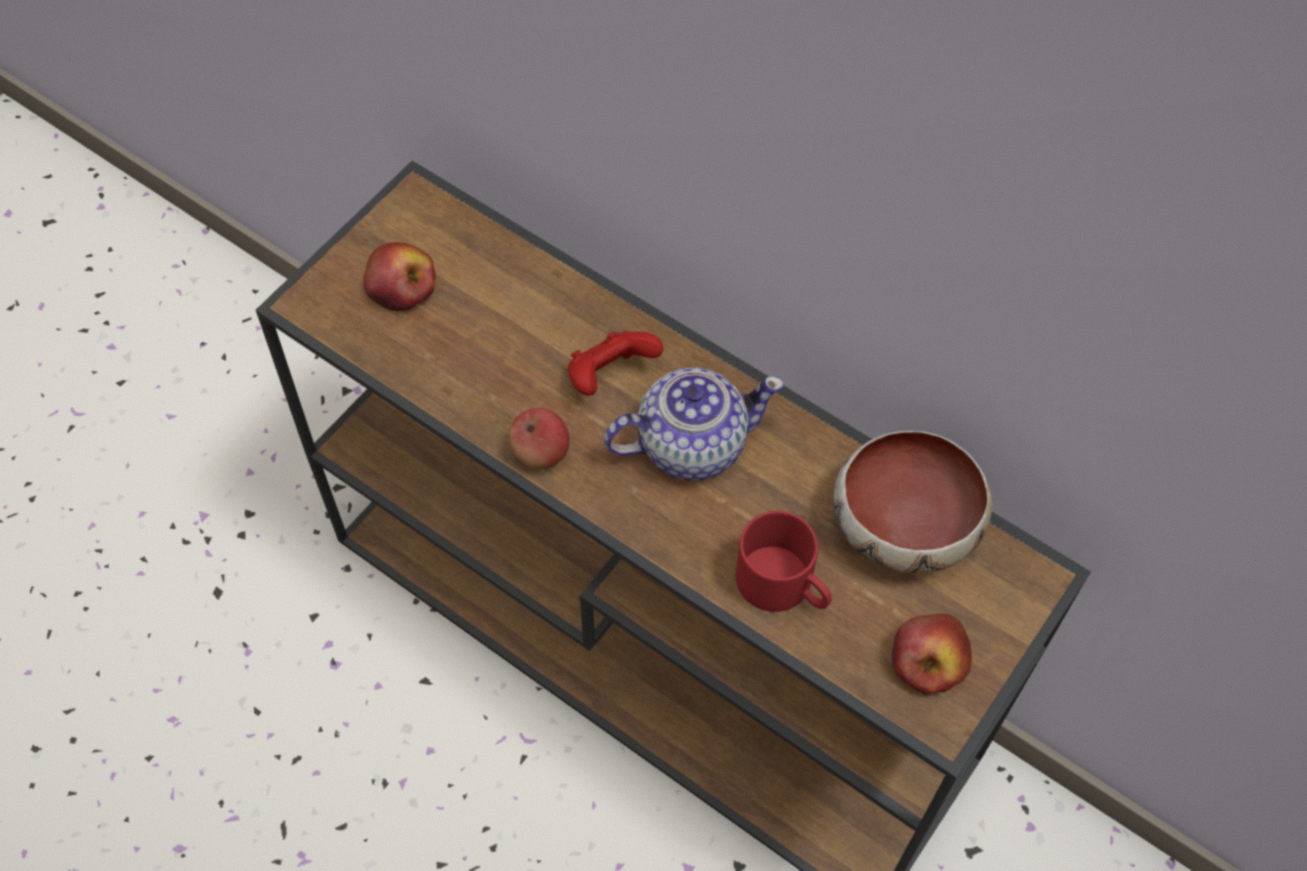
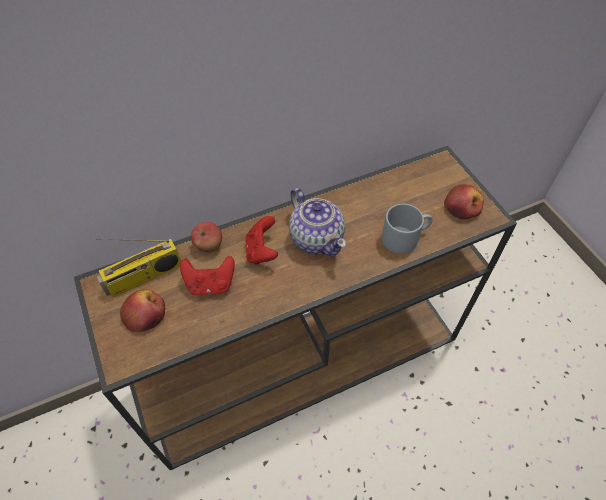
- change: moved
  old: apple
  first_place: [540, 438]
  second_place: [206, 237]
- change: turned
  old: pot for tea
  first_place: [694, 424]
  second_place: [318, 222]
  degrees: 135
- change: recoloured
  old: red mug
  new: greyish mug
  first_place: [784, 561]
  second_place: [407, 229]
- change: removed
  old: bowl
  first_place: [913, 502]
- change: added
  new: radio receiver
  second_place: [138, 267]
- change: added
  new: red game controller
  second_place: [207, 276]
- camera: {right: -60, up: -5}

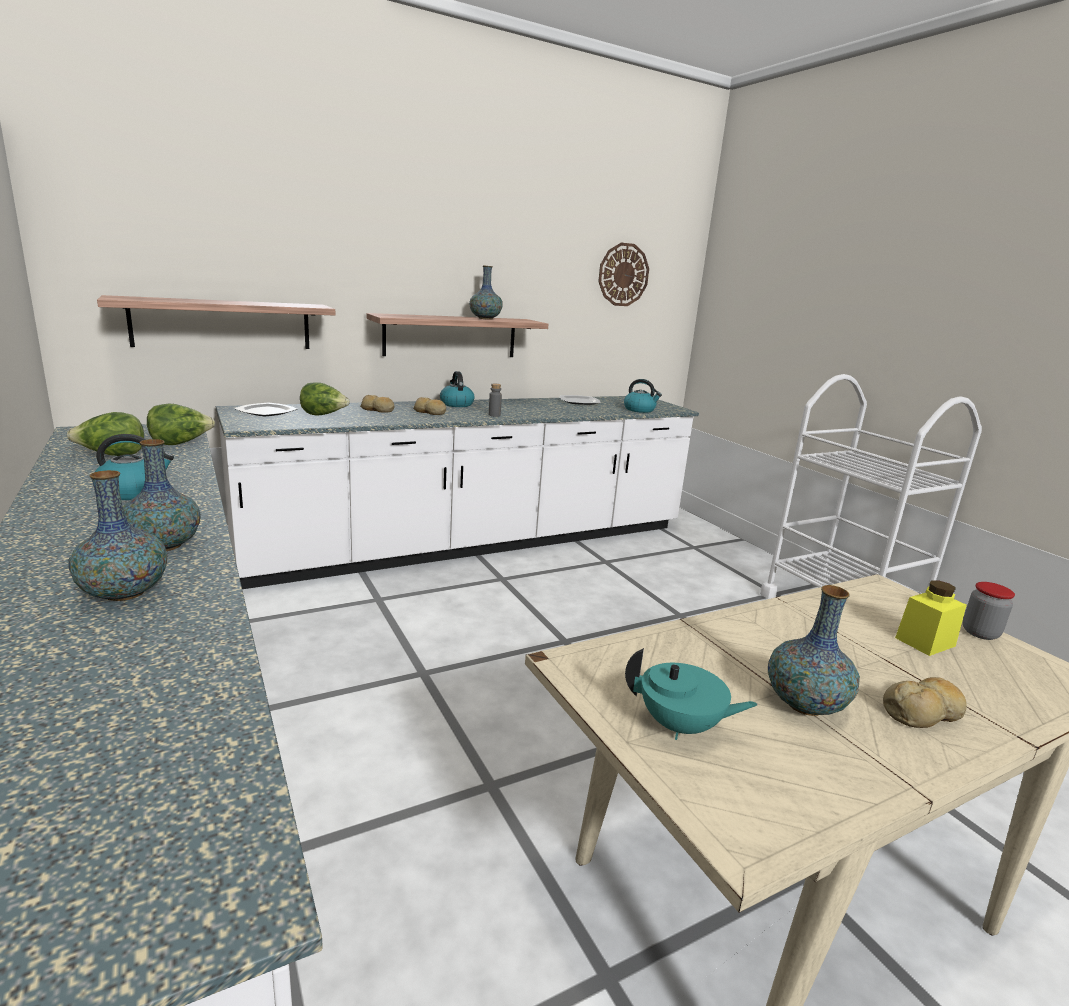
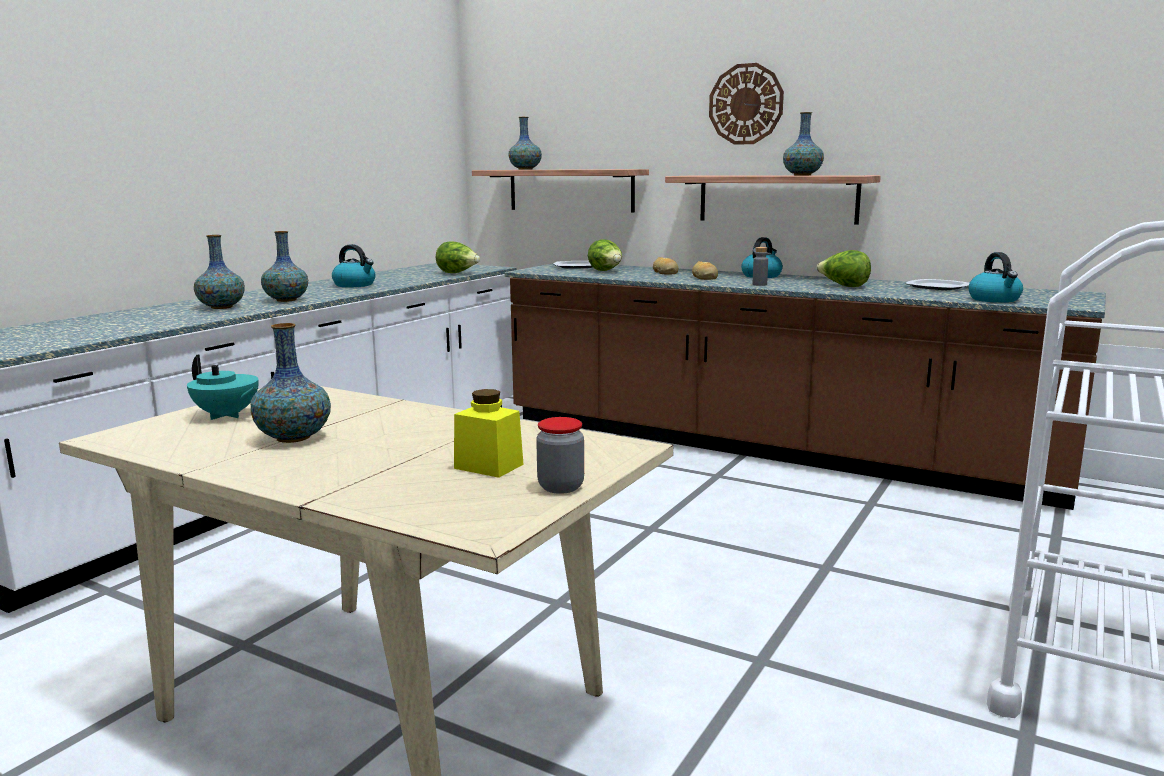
- change: moved
  old: lettuce head
  first_place: [105, 434]
  second_place: [844, 268]
- change: recoloured
  old: whitish kitchen counter
  new: brown-coloured kitchen counter
  first_place: [457, 492]
  second_place: [805, 386]
- change: moved
  old: hanging clock
  first_place: [623, 274]
  second_place: [746, 104]
- change: turned
  old: turquoise pot for tea
  first_place: [691, 694]
  second_place: [223, 387]
  degrees: -45
- change: removed
  old: baked bread
  first_place: [925, 702]
- change: added
  new: decorative vase
  second_place: [525, 143]
- camera: {right: 60, up: -5}

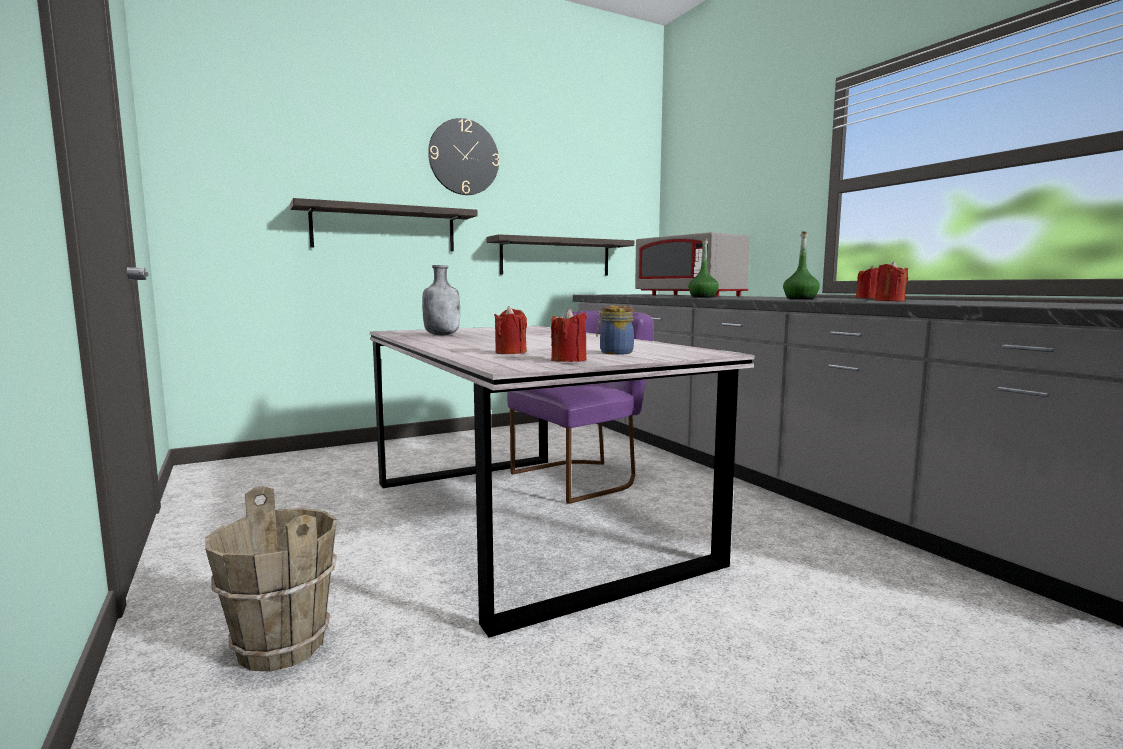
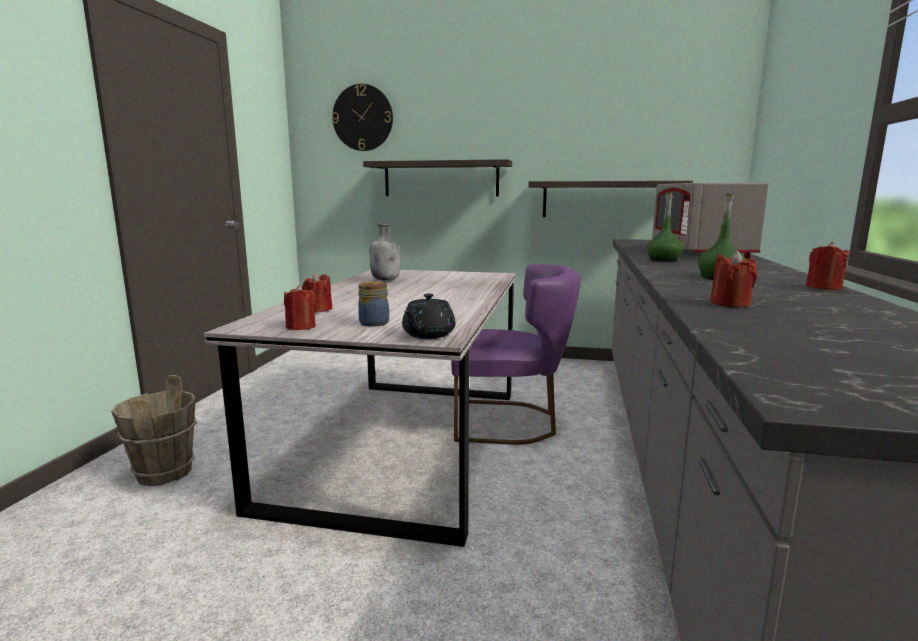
- change: moved
  old: hanging clock
  first_place: [463, 156]
  second_place: [362, 117]
- change: added
  new: black pot for tea
  second_place: [428, 316]
- camera: {right: 40, up: 5}

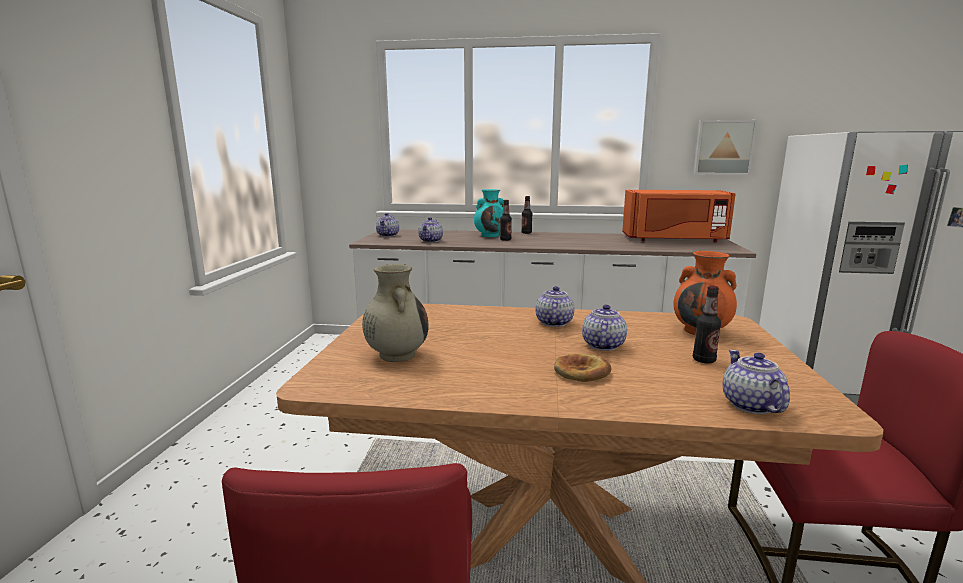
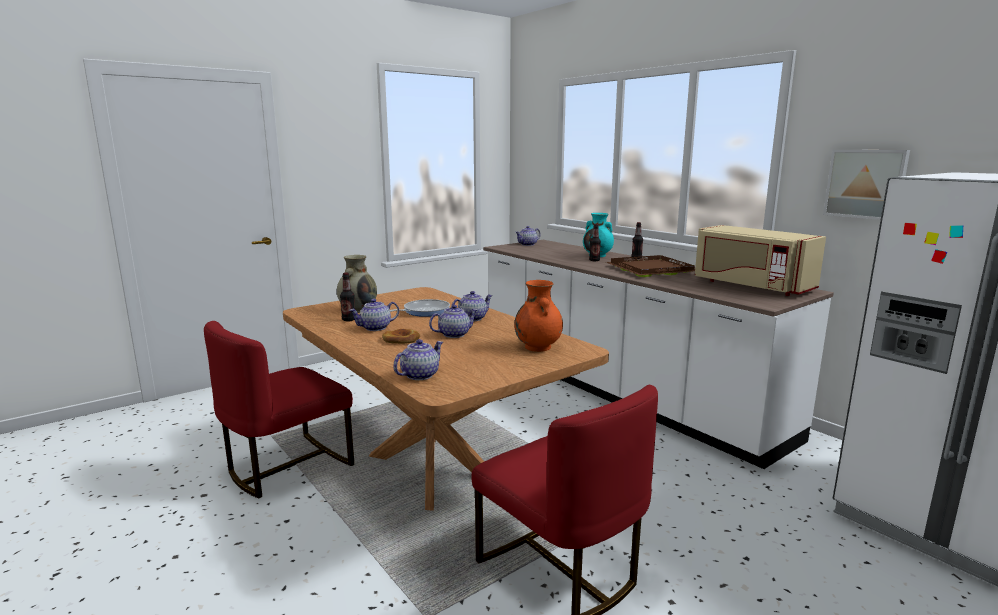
- change: moved
  old: pot for tea
  first_place: [430, 229]
  second_place: [374, 315]
- change: recoloured
  old: orangey kitchen microwave
  new: beige-coloured kitchen microwave
  first_place: [679, 216]
  second_place: [760, 260]
- change: moved
  old: beverage bottle
  first_place: [707, 324]
  second_place: [347, 297]
- change: added
  new: frying pan
  second_place: [420, 308]
- change: added
  new: brown-coloured serving tray
  second_place: [650, 266]
- camera: {right: 45, up: 0}

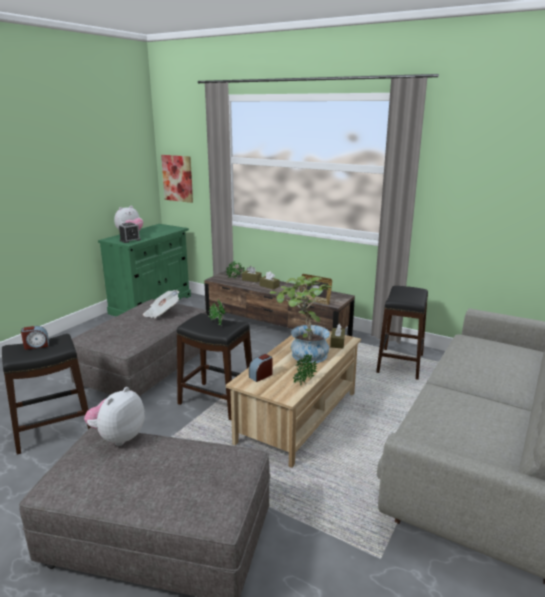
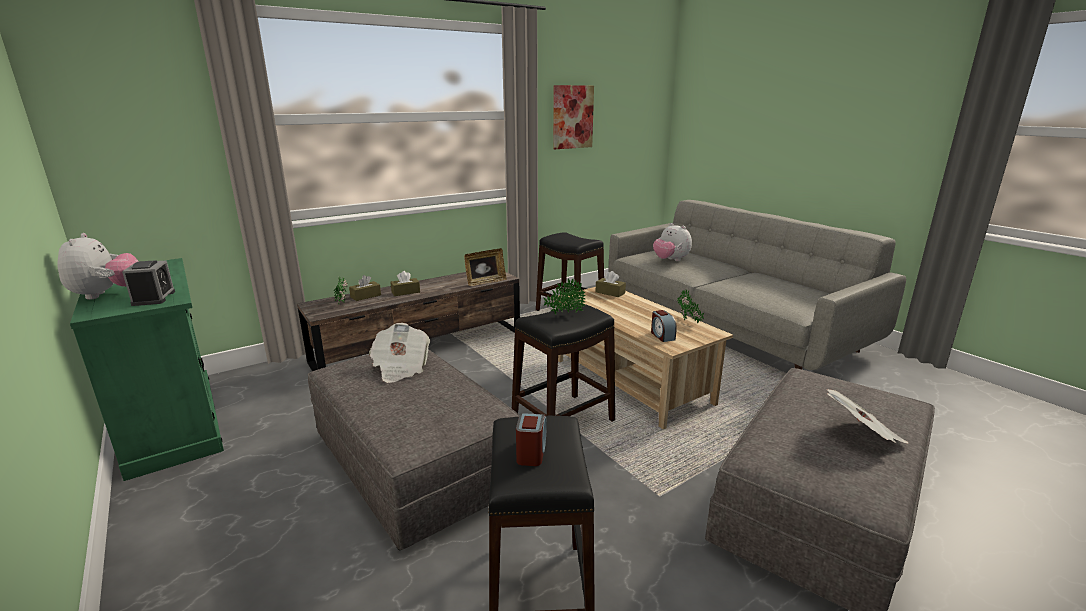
- change: moved
  old: plush toy
  first_place: [114, 416]
  second_place: [672, 242]
- change: moved
  old: wall picture
  first_place: [177, 179]
  second_place: [573, 117]
- change: removed
  old: potted plant
  first_place: [301, 319]
- change: added
  new: daily paper
  second_place: [867, 416]
- camera: {right: -65, up: 0}

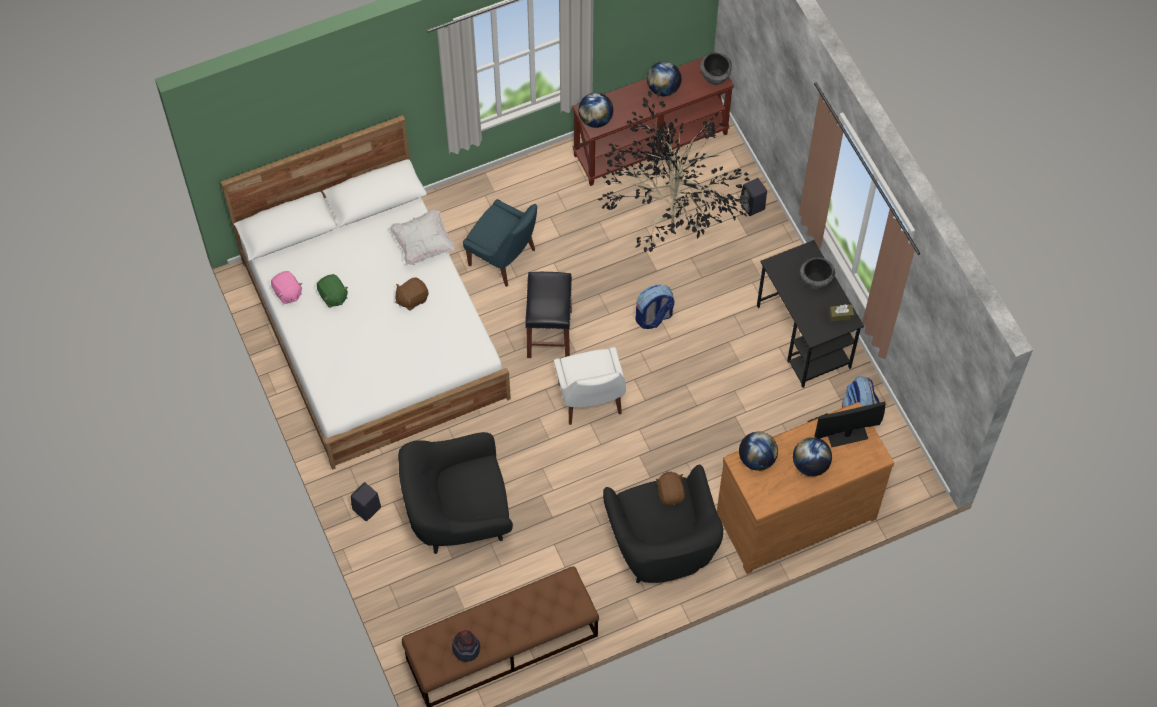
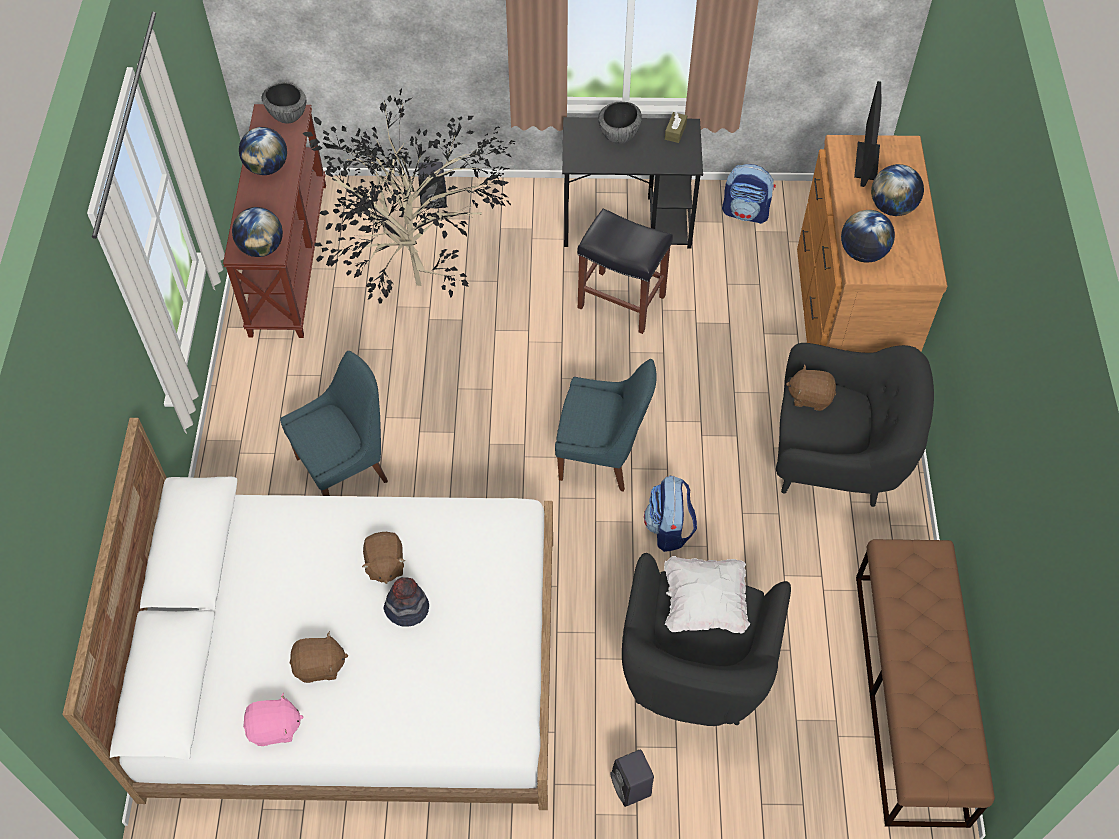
- change: recoloured
  old: green-coloured plush toy
  new: brown-coloured plush toy
  first_place: [332, 291]
  second_place: [319, 657]
- change: moved
  old: whitish pillow
  first_place: [422, 237]
  second_place: [707, 595]
- change: moved
  old: hat
  first_place: [466, 646]
  second_place: [406, 602]
- change: moved
  old: black stool seat
  first_place: [548, 315]
  second_place: [625, 271]
- change: recoloured
  old: whitish upright chair
  new: blue-coloured upright chair
  first_place: [590, 386]
  second_place: [606, 425]
- change: moved
  old: rucksack
  first_place: [654, 307]
  second_place: [670, 514]
- camera: {right: -65, up: -5}

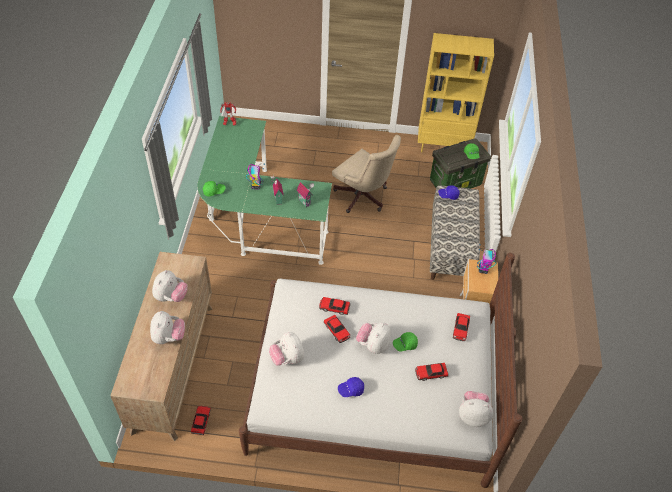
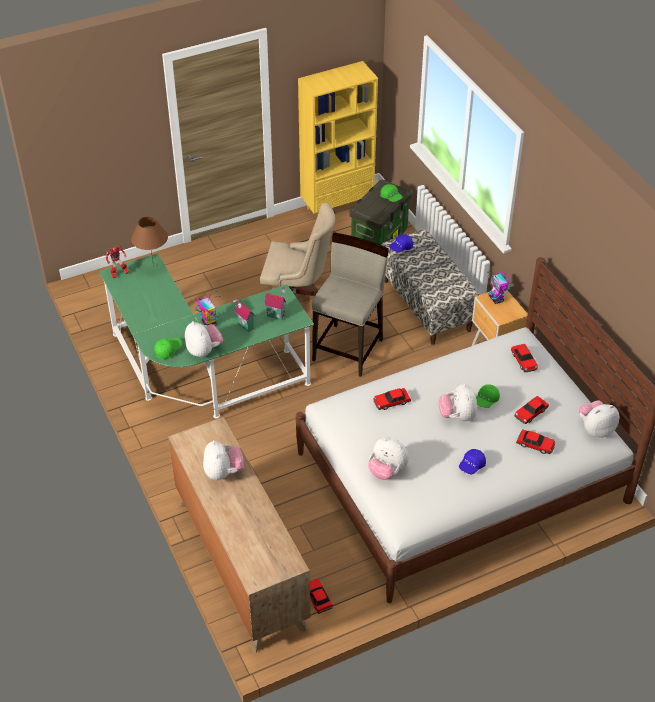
- change: moved
  old: plush toy
  first_place: [167, 327]
  second_place: [204, 339]
- change: moved
  old: model car
  first_place: [337, 329]
  second_place: [535, 442]
- change: added
  new: brown-coloured table lamp
  second_place: [149, 241]
- change: added
  new: beige-coloured stool seat
  second_place: [350, 304]
- camera: {right: -30, up: -5}

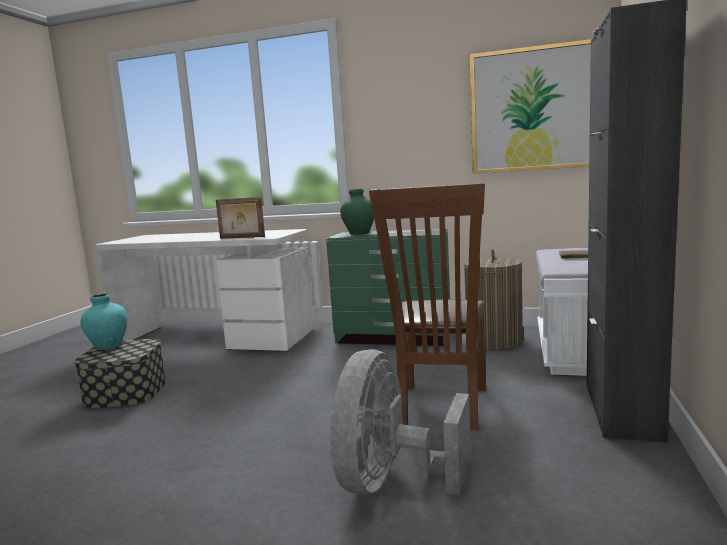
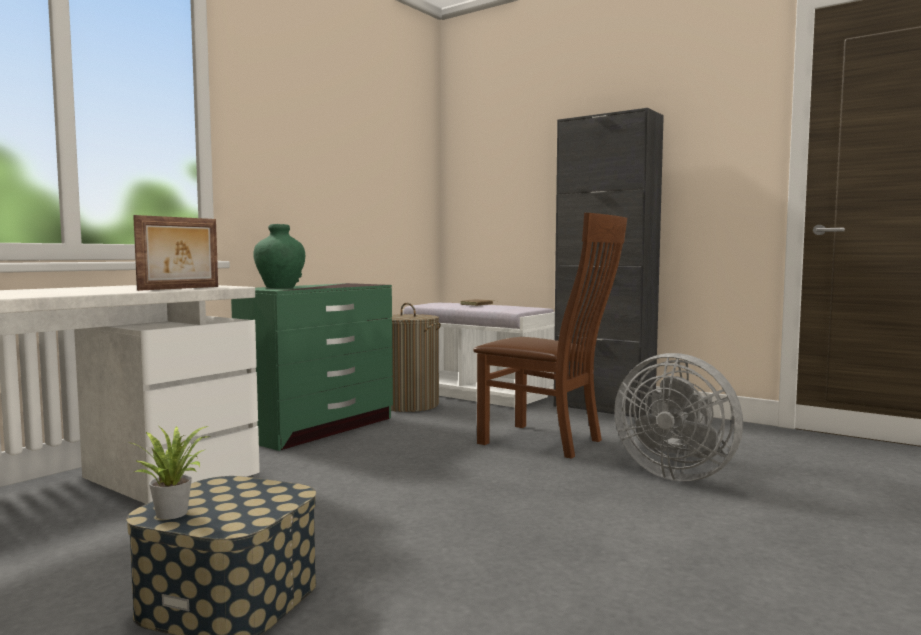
- change: replaced
  old: turquoise decorative vase
  new: potted plant
  first_place: [104, 322]
  second_place: [167, 473]
- change: removed
  old: wall picture
  first_place: [530, 106]
- camera: {right: -70, up: -5}

